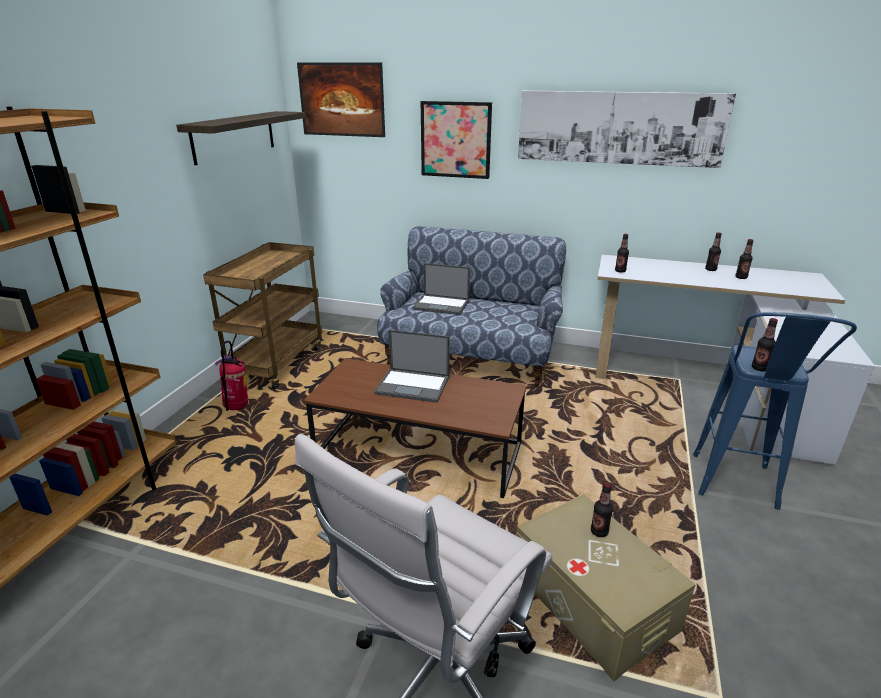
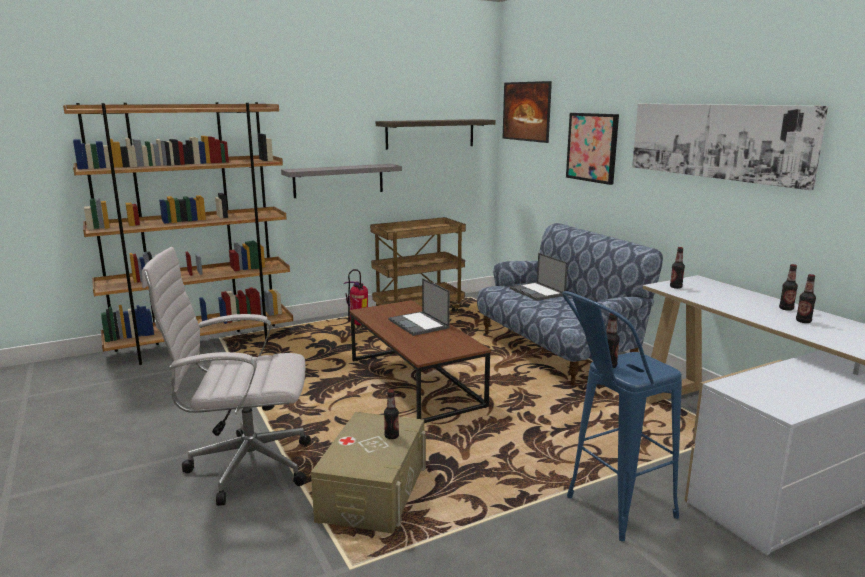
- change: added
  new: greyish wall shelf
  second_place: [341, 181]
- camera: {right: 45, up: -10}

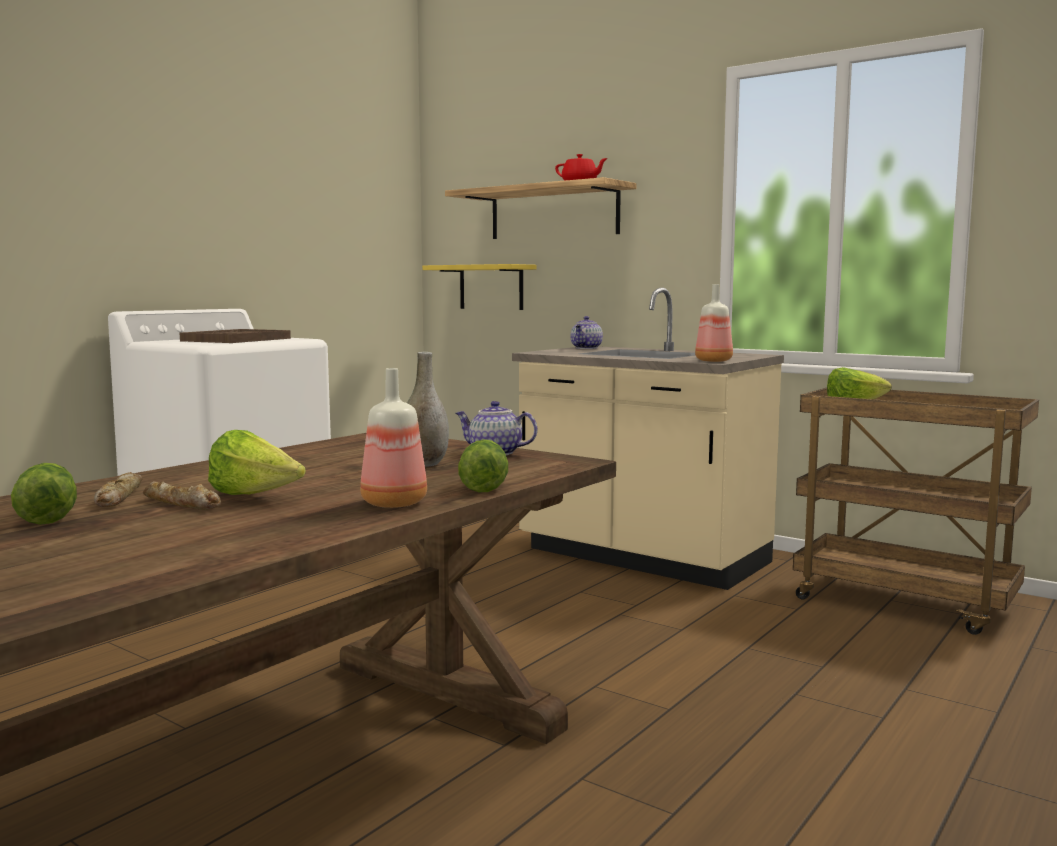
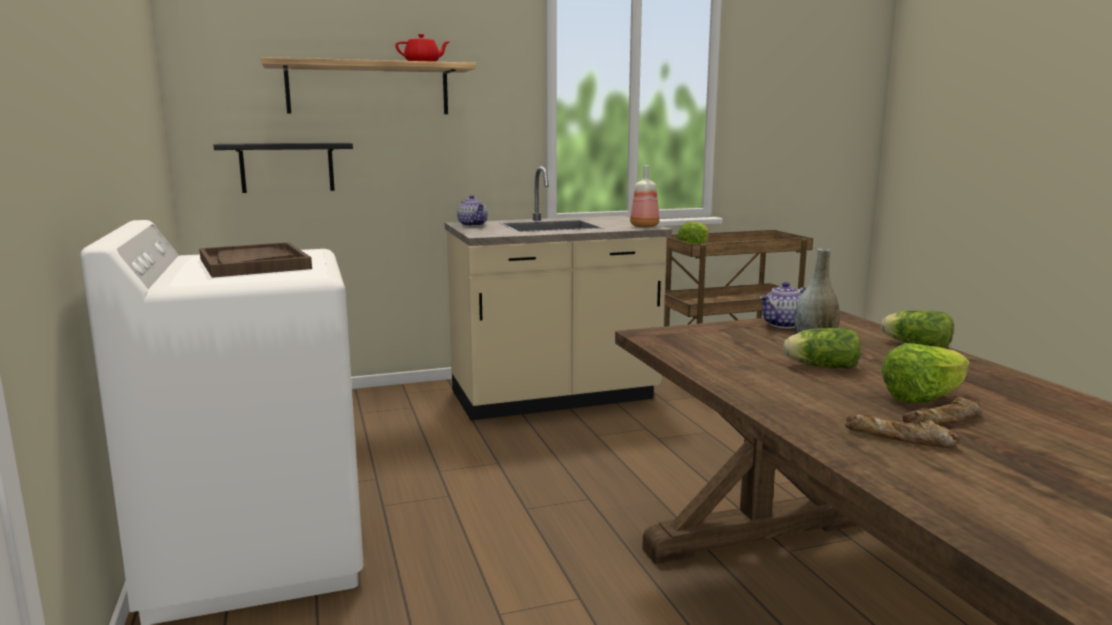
- change: moved
  old: lettuce head
  first_place: [44, 494]
  second_place: [822, 348]
- change: removed
  old: beverage bottle
  first_place: [393, 438]
- change: recoloured
  old: yellow-coloured wall shelf
  new: black wall shelf
  first_place: [479, 287]
  second_place: [283, 168]
- camera: {right: -55, up: 5}

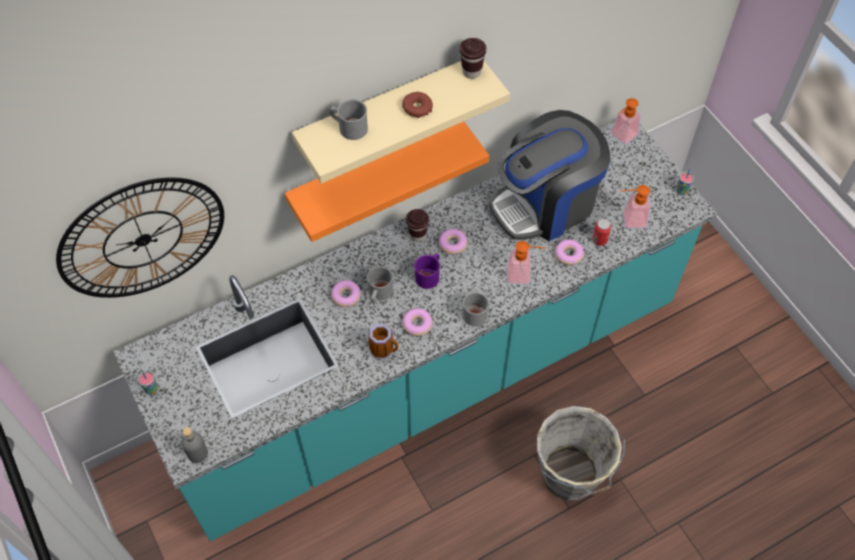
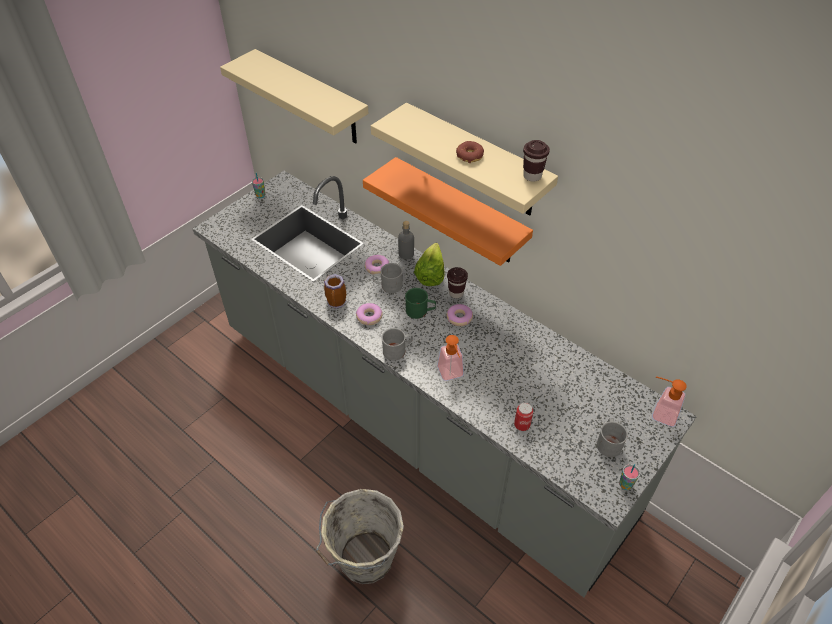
- change: replaced
  old: hanging clock
  new: beige-coloured wall shelf
  first_place: [140, 237]
  second_place: [294, 96]
- change: recoloured
  old: turquoise kitchen counter
  new: greyish kitchen counter
  first_place: [415, 331]
  second_place: [444, 384]
- change: moved
  old: greyish beverage bottle
  first_place: [194, 445]
  second_place: [406, 240]
- change: moved
  old: greyish mug
  first_place: [349, 119]
  second_place: [612, 437]
- change: recoloured
  old: purplish mug
  new: green-coloured mug
  first_place: [427, 271]
  second_place: [420, 303]
- change: removed
  old: coffee brewer
  first_place: [550, 175]
- change: removed
  old: ring doughnut
  first_place: [569, 252]
- change: removed
  old: soap bottle
  first_place: [635, 206]
- change: added
  new: lettuce head
  second_place: [429, 264]
- camera: {right: 70, up: -10}

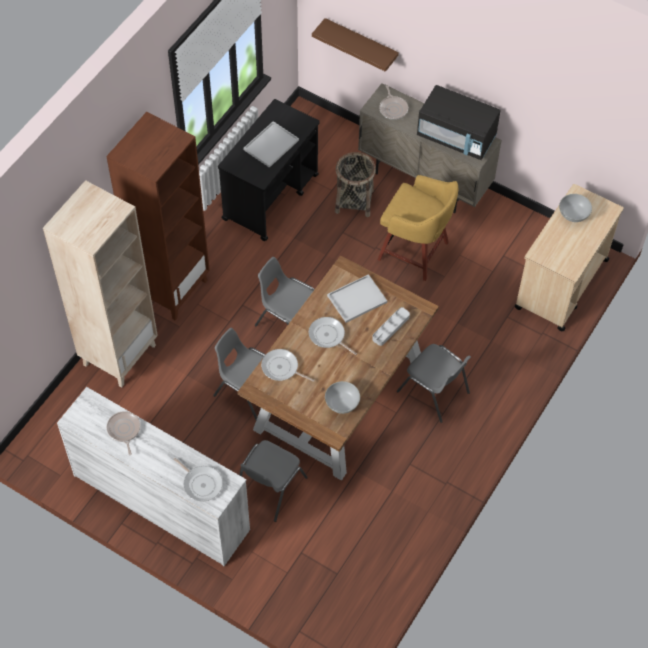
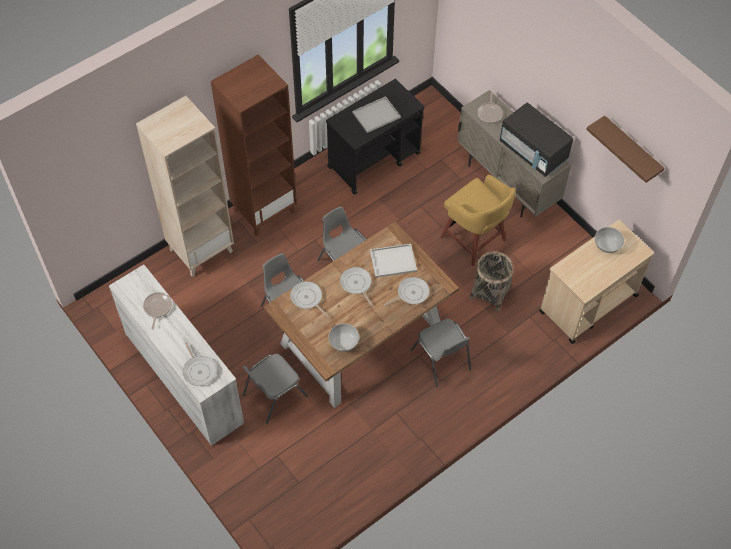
- change: moved
  old: brown-coloured wall shelf
  first_place: [355, 45]
  second_place: [625, 149]
- change: moved
  old: basket
  first_place: [355, 184]
  second_place: [491, 281]
- change: replaced
  old: greyish serving tray
  new: frying pan
  first_place: [391, 326]
  second_place: [406, 291]
- camera: {right: 20, up: 0}

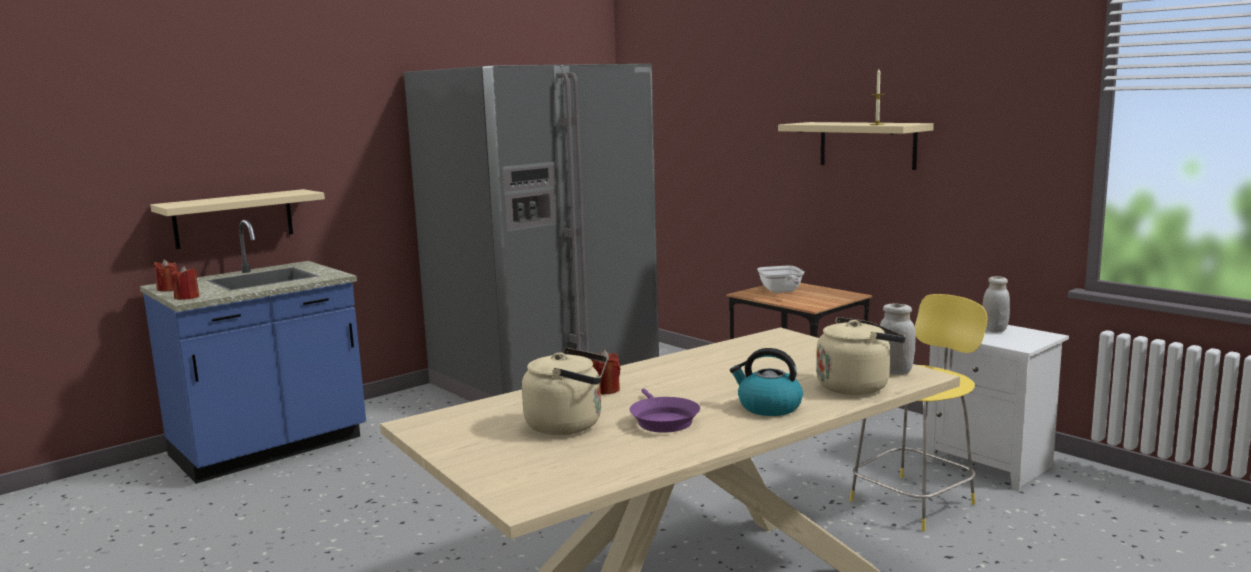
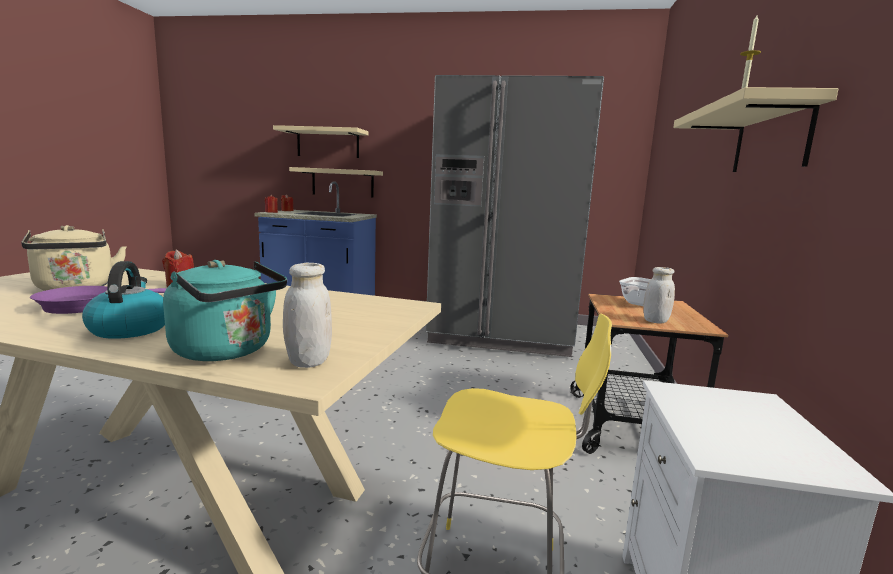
- change: recoloured
  old: beige-coloured water kettle
  new: turquoise water kettle
  first_place: [861, 356]
  second_place: [225, 310]
- change: moved
  old: whitish jar
  first_place: [996, 304]
  second_place: [659, 295]
- change: added
  new: beige-coloured wall shelf
  second_place: [320, 141]
- camera: {right: 50, up: 0}

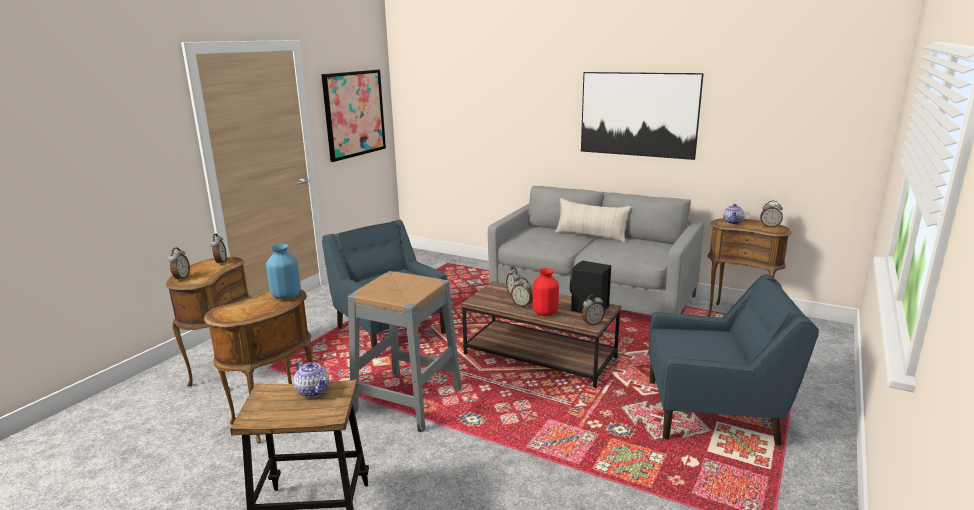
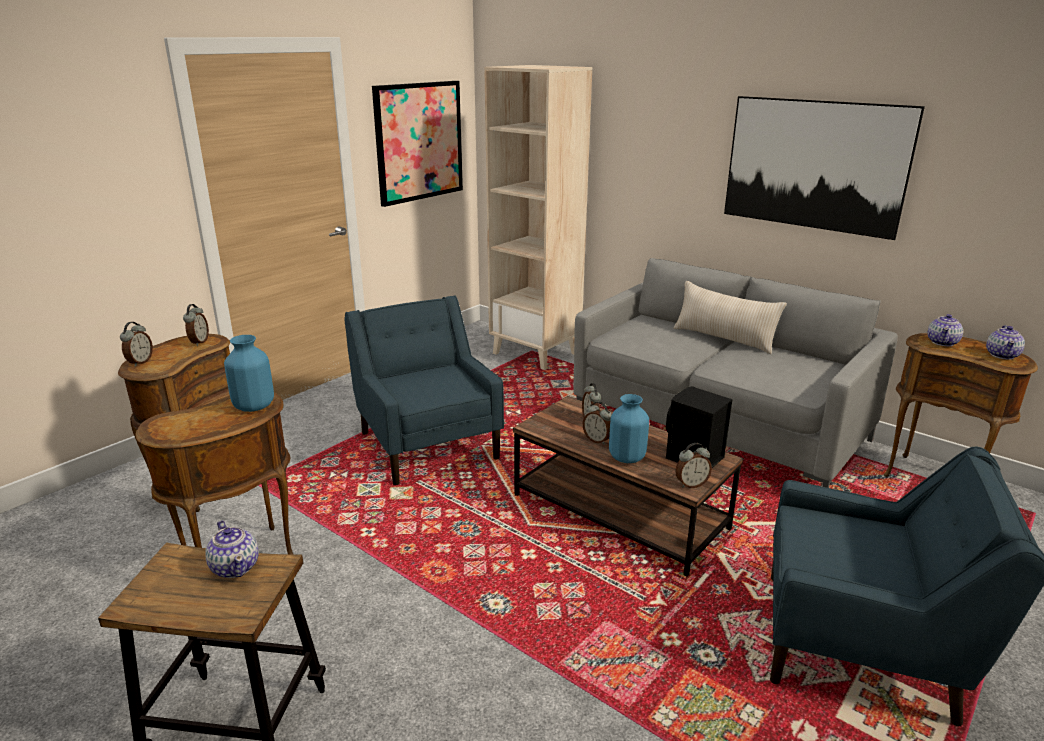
- change: removed
  old: greyish stool seat
  first_place: [405, 351]
- change: recoloured
  old: red decorative vase
  new: blue-coloured decorative vase
  first_place: [546, 292]
  second_place: [629, 428]
- change: replaced
  old: bedside clock
  new: pot for tea
  first_place: [771, 214]
  second_place: [1005, 342]
- change: added
  new: beige-coloured shelving unit
  second_place: [538, 217]
- camera: {right: 10, up: 5}

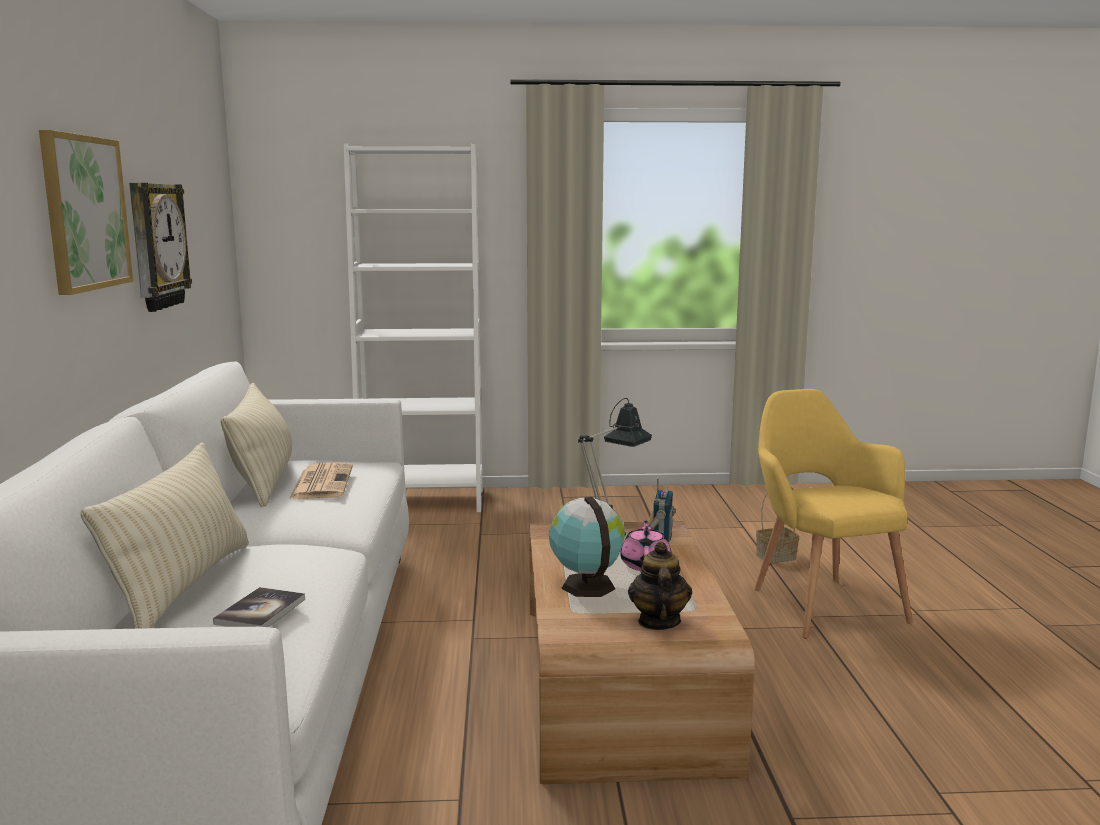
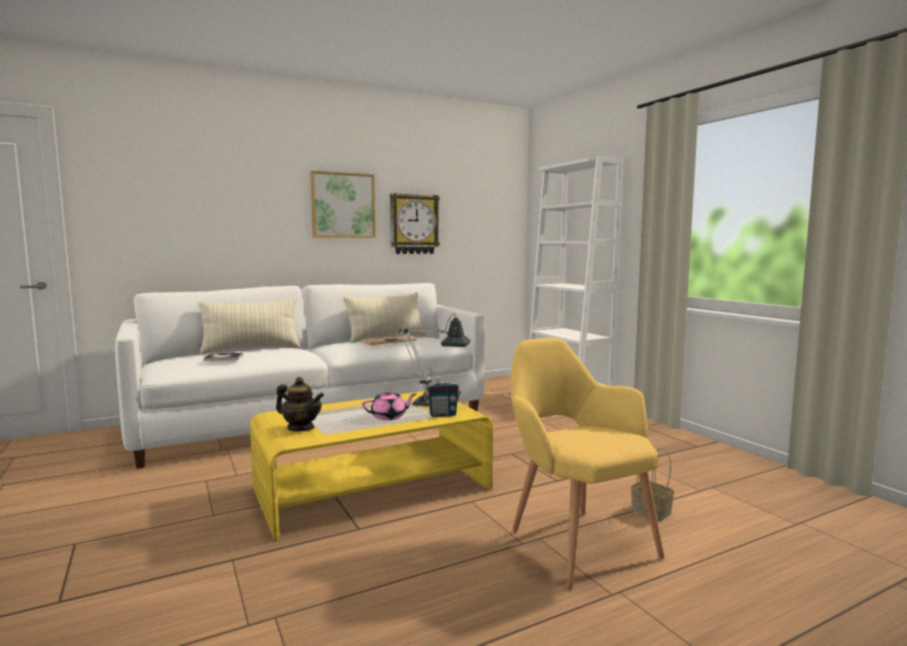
- change: recoloured
  old: brown-coloured lounge table
  new: yellow-coloured lounge table
  first_place: [642, 652]
  second_place: [371, 466]
- change: removed
  old: desk globe
  first_place: [587, 547]
- change: turned
  old: pot for tea
  first_place: [660, 585]
  second_place: [300, 404]
  degrees: 45
- change: turned
  old: yellow-coloured armchair
  first_place: [834, 514]
  second_place: [587, 463]
  degrees: -75
- camera: {right: 65, up: -5}

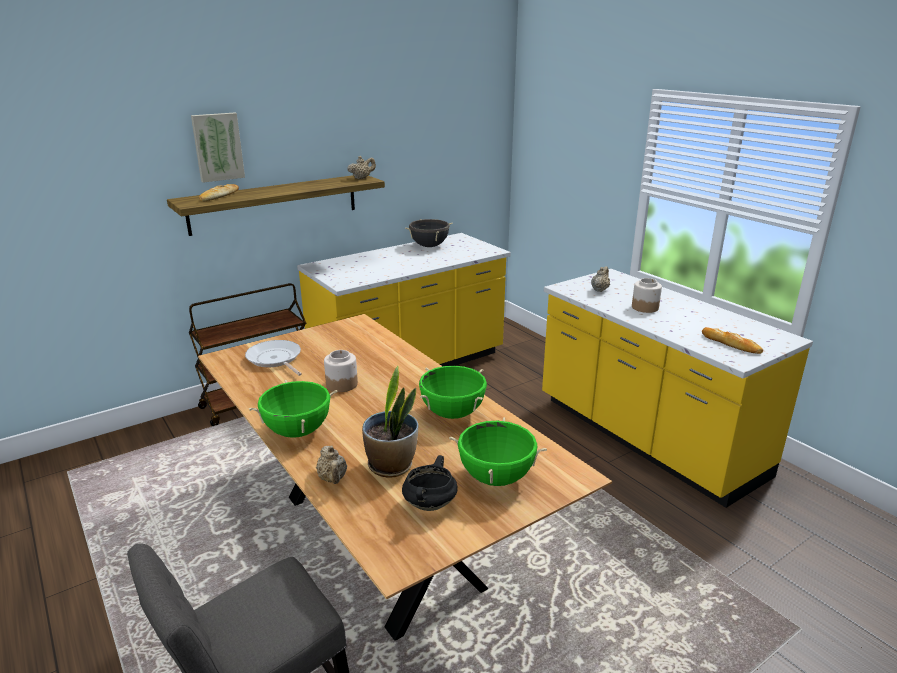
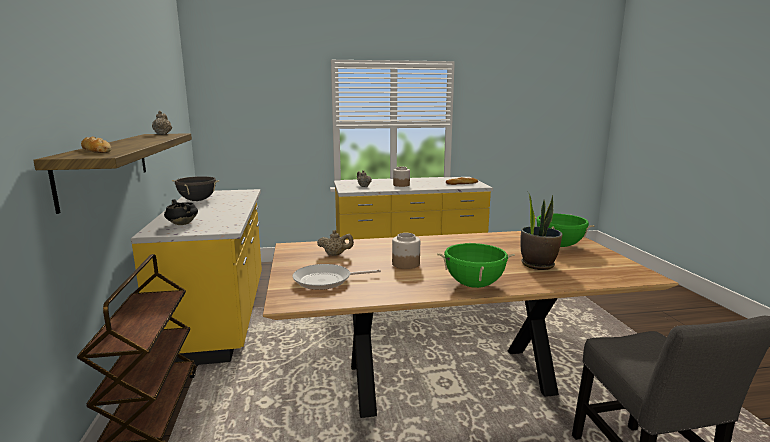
- change: removed
  old: wall picture
  first_place: [218, 148]
- change: moved
  old: beige-coloured pot for tea
  first_place: [331, 465]
  second_place: [335, 243]
- change: moved
  old: black stockpot
  first_place: [430, 483]
  second_place: [181, 212]
- change: removed
  old: green-coloured stockpot
  first_place: [453, 392]
- camera: {right: -65, up: -10}

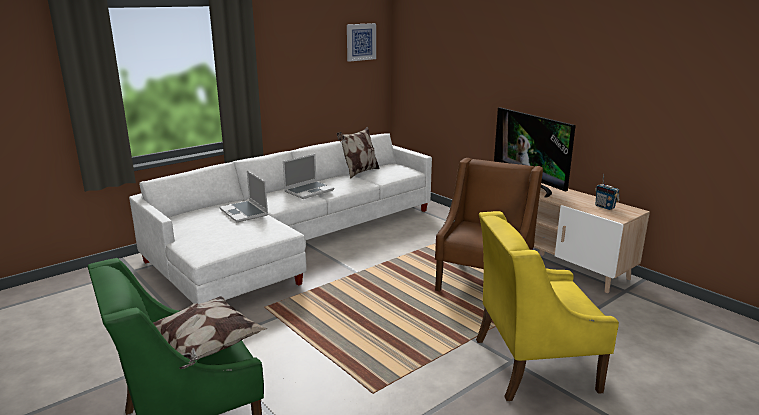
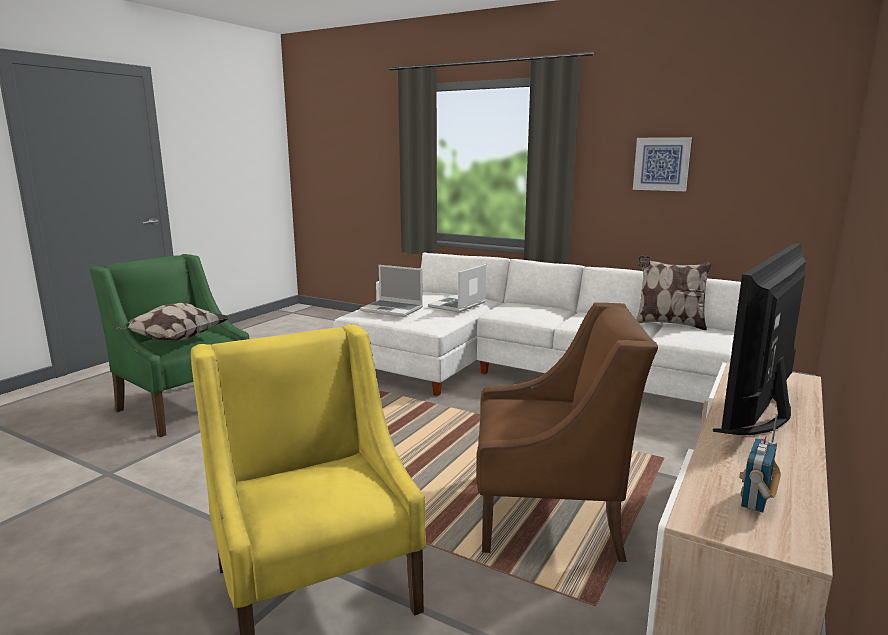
- change: moved
  old: laptop
  first_place: [308, 176]
  second_place: [391, 291]
- change: moved
  old: wall picture
  first_place: [361, 42]
  second_place: [662, 164]
- camera: {right: 70, up: -5}

